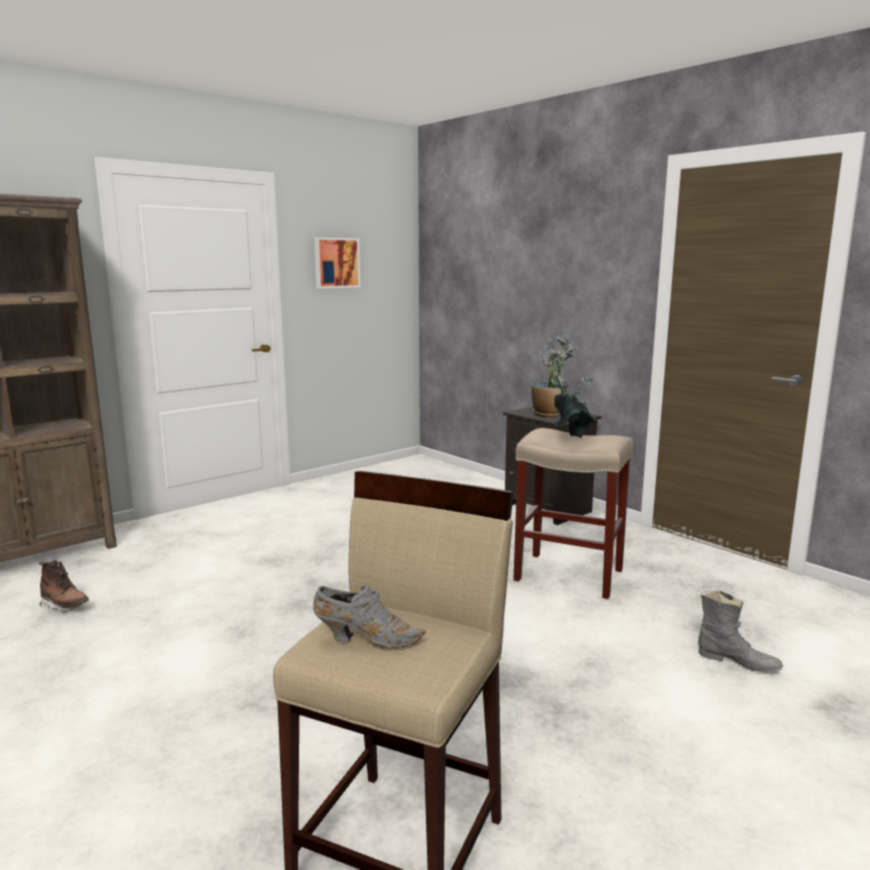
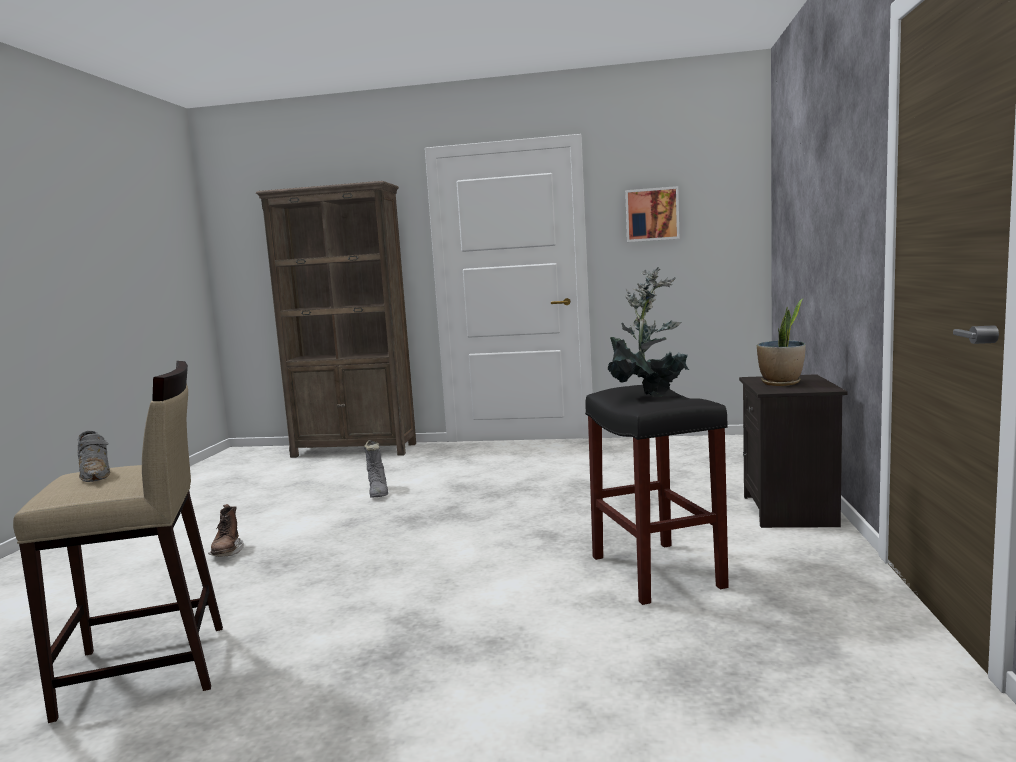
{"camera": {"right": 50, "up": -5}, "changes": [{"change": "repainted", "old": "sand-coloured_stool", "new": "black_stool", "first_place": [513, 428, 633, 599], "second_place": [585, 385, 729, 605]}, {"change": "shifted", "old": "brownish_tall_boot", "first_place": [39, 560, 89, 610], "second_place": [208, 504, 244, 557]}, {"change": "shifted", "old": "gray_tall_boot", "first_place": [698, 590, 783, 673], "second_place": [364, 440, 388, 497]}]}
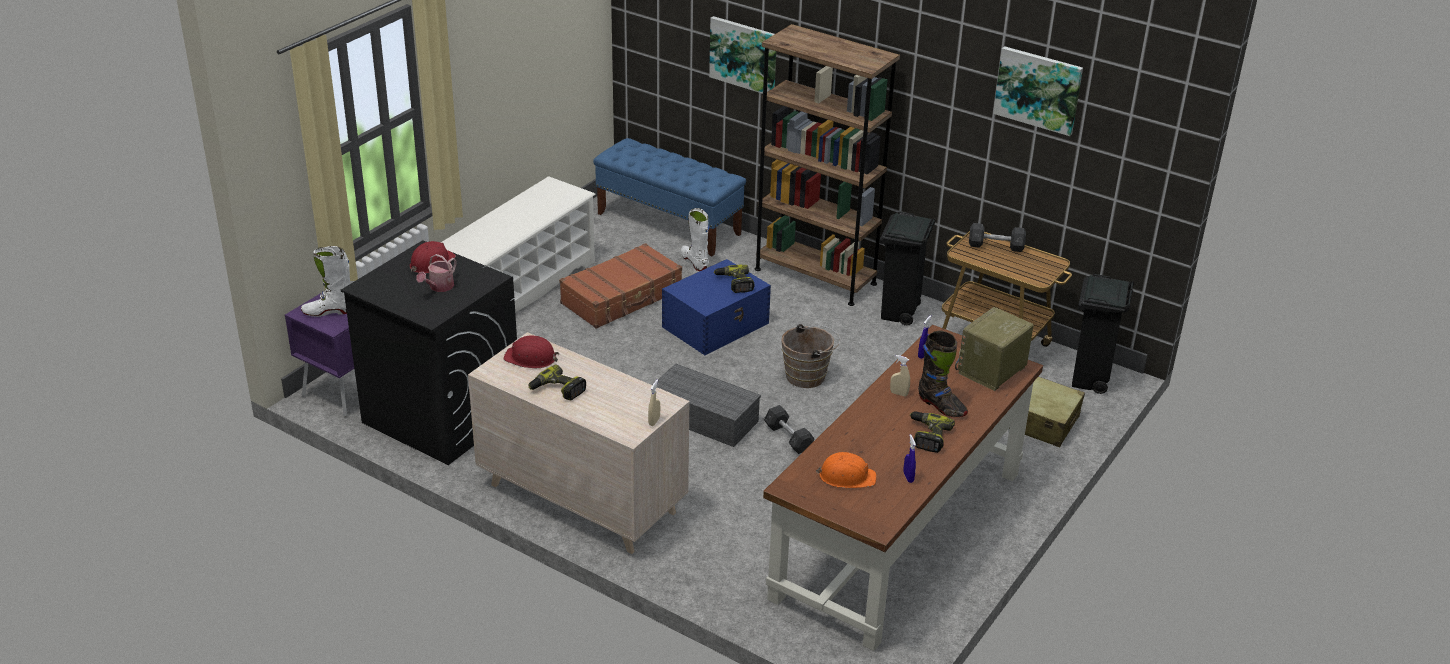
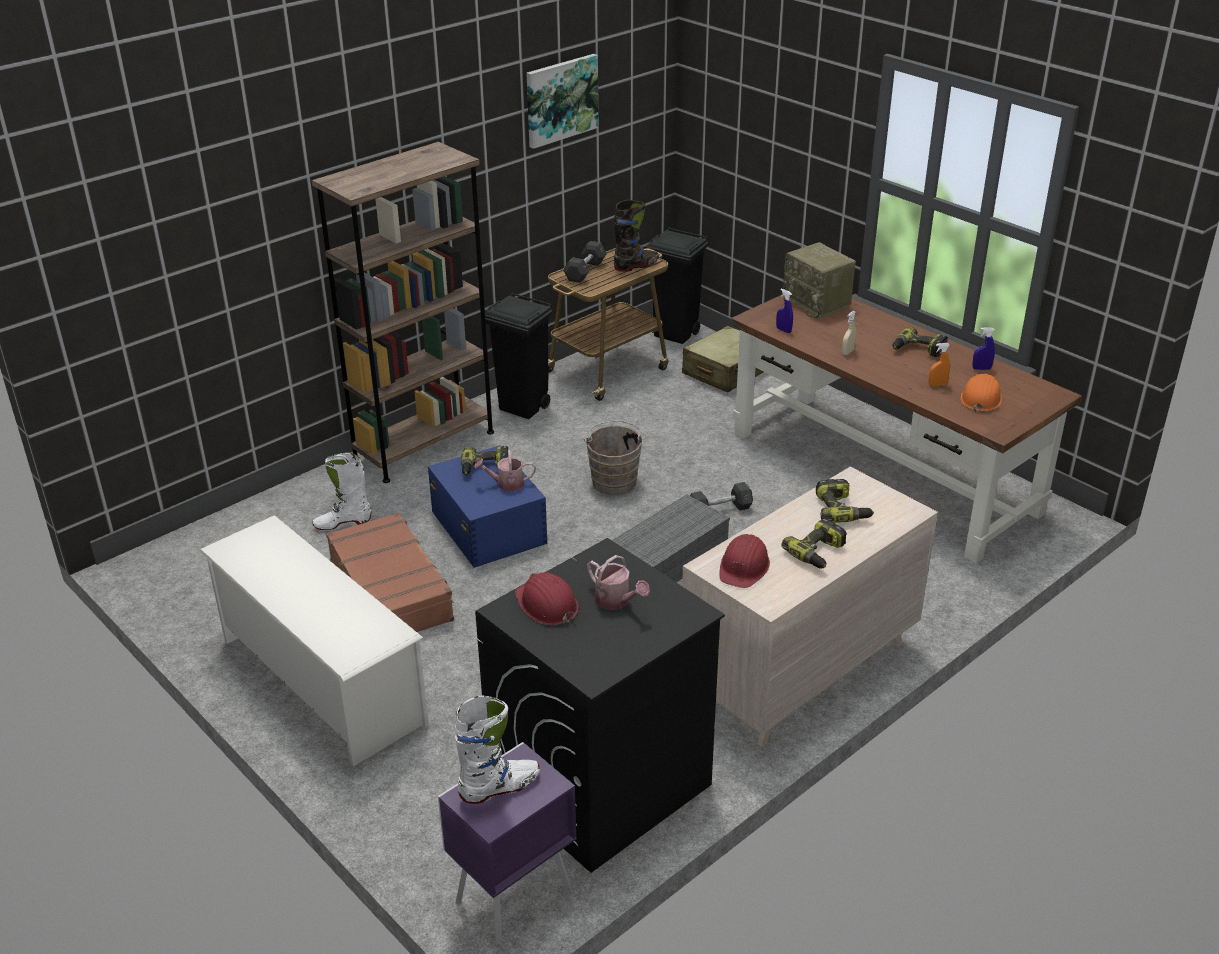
{"camera": {"right": -75, "up": 0}, "changes": [{"change": "gone", "old": "picture", "first_place": [709, 16, 776, 94]}, {"change": "gone", "old": "bluish_indoor_bench", "first_place": [593, 138, 746, 256]}, {"change": "rotated", "old": "white_tall_boot", "first_place": [301, 246, 350, 317], "second_place": [455, 696, 540, 804], "degrees": -120}, {"change": "shifted", "old": "black_tall_boot", "first_place": [918, 330, 968, 417], "second_place": [614, 200, 659, 272]}, {"change": "gone", "old": "sand-coloured_spray_bottle", "first_place": [648, 380, 660, 426]}, {"change": "new", "new": "orange_spray_bottle", "second_place": [929, 343, 950, 386]}, {"change": "new", "new": "watering_pot", "second_place": [474, 450, 536, 492]}, {"change": "new", "new": "drill", "second_place": [816, 479, 874, 523]}]}
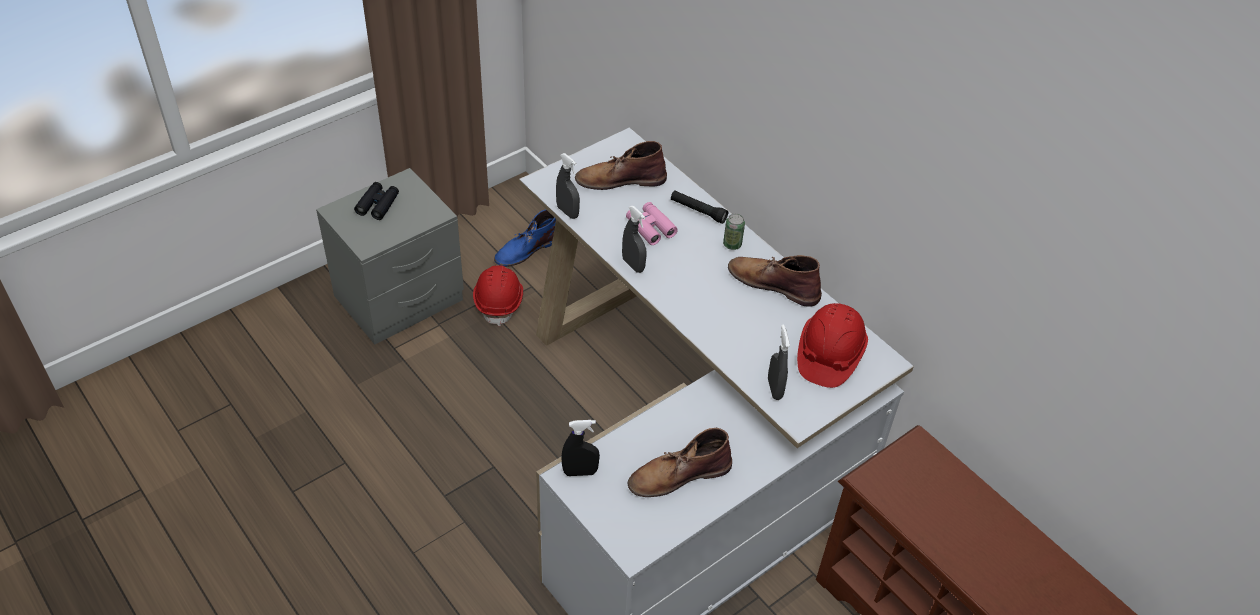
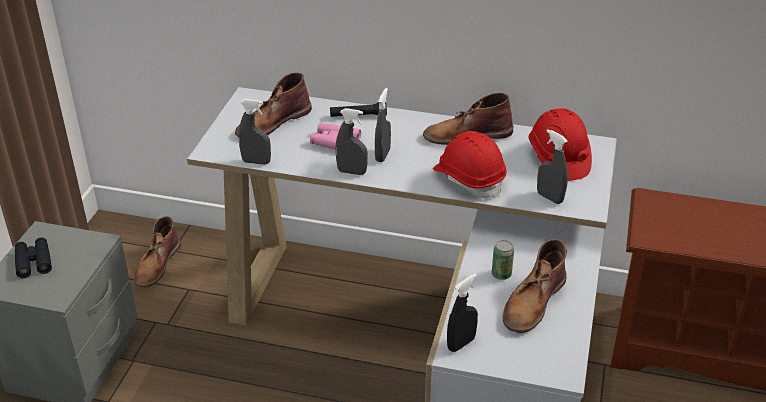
{"camera": {"right": -35, "up": -10}, "changes": [{"change": "repainted", "old": "bluish_tall_boot", "new": "brownish_tall_boot", "first_place": [494, 209, 556, 267], "second_place": [134, 216, 181, 287]}, {"change": "shifted", "old": "sealed_can", "first_place": [723, 214, 745, 250], "second_place": [492, 240, 514, 280]}, {"change": "shifted", "old": "red-coloured_hard_hat", "first_place": [473, 265, 523, 326], "second_place": [433, 131, 507, 198]}, {"change": "new", "new": "gray_spray_bottle", "second_place": [375, 88, 391, 162]}]}
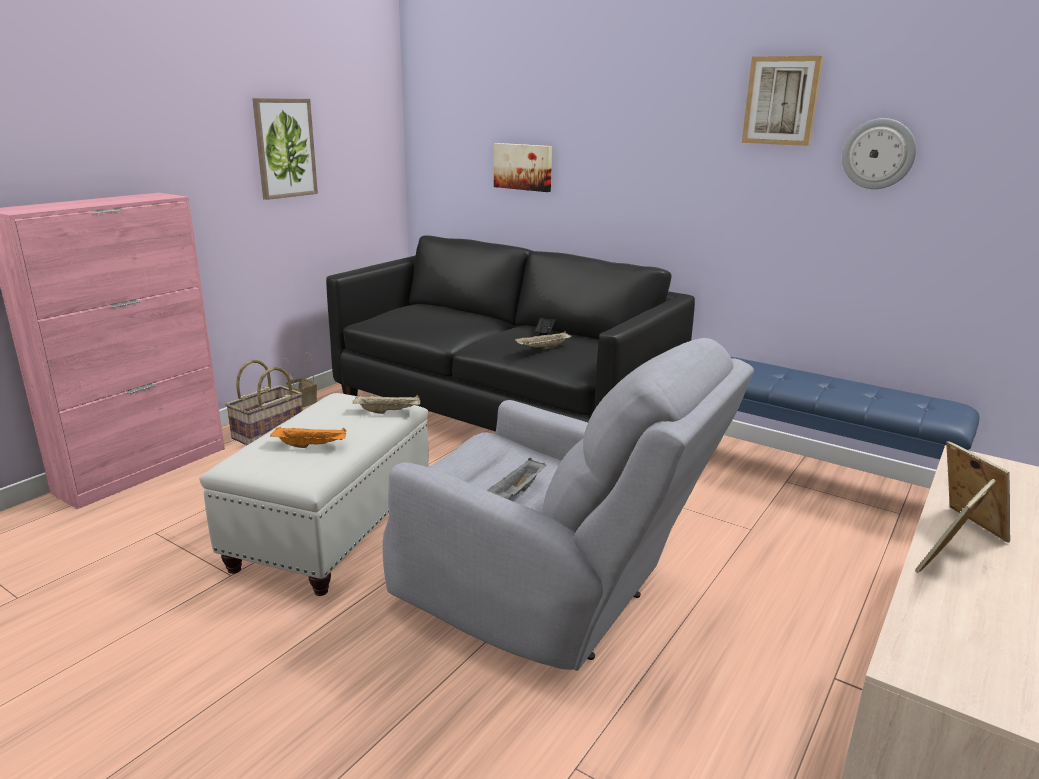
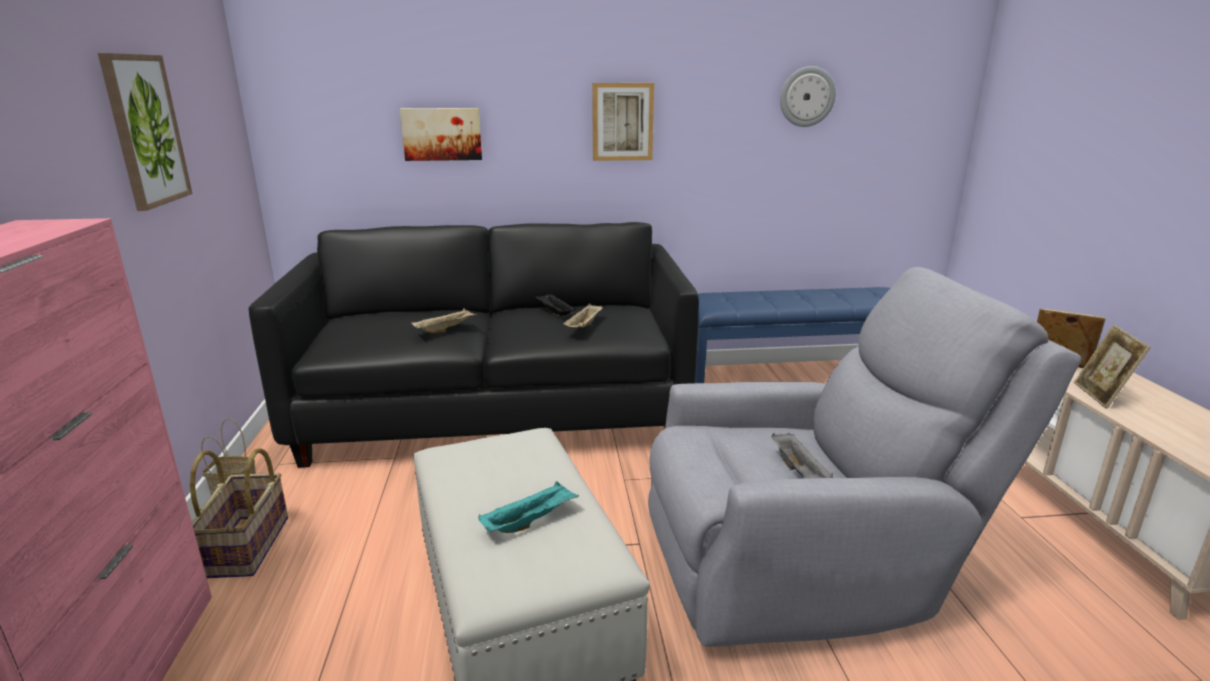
{"camera": {"right": -40, "up": 0}, "changes": [{"change": "shifted", "old": "picture", "first_place": [742, 56, 823, 146], "second_place": [592, 83, 654, 161]}, {"change": "shifted", "old": "sand-coloured_tray", "first_place": [353, 395, 420, 414], "second_place": [411, 308, 477, 333]}, {"change": "repainted", "old": "orange_tray", "new": "blue-green_tray", "first_place": [270, 426, 346, 448], "second_place": [478, 481, 579, 533]}]}
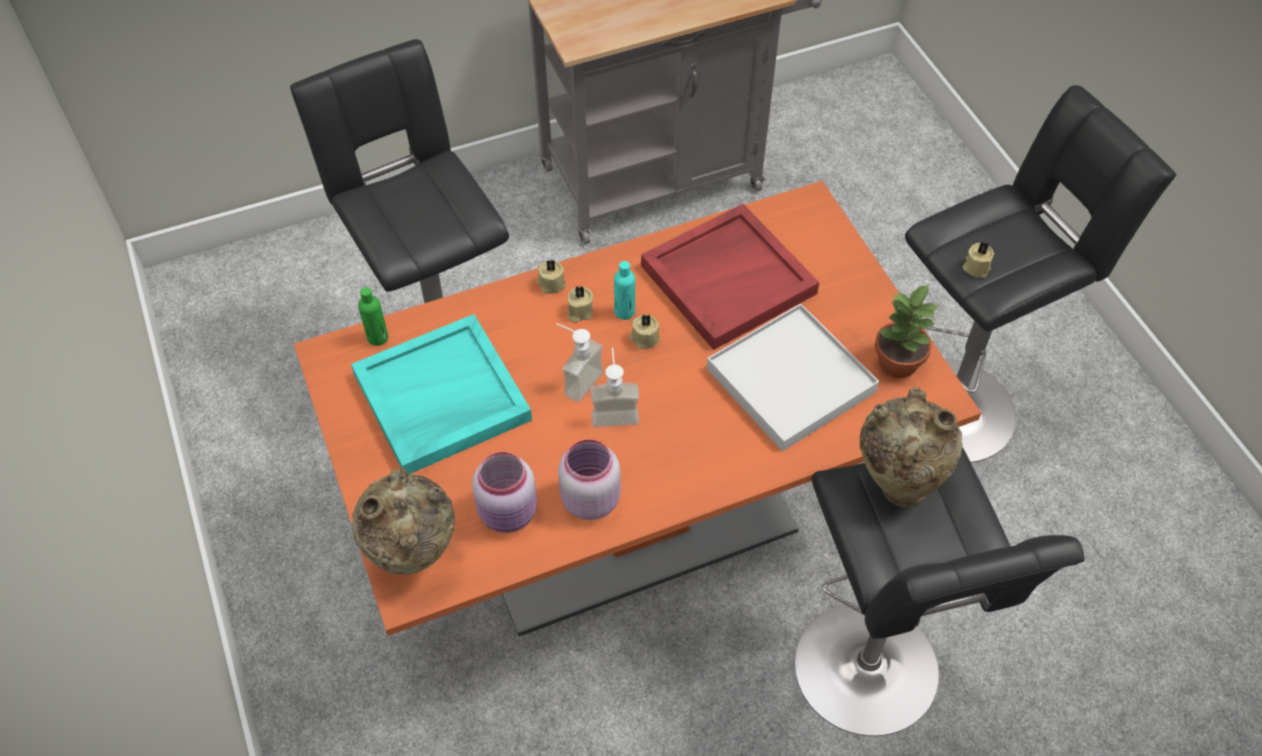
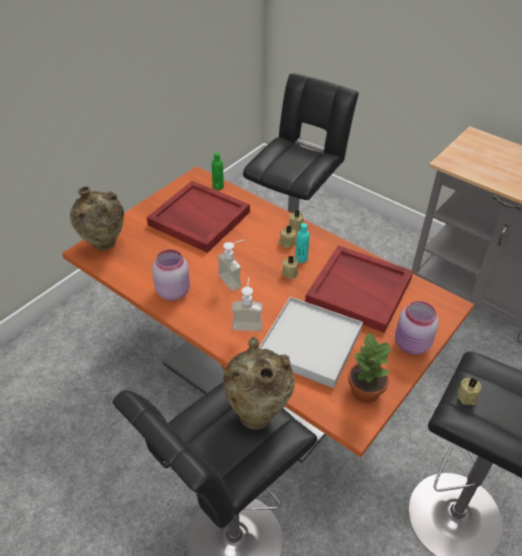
{"camera": {"right": 60, "up": -10}, "changes": [{"change": "repainted", "old": "blue-green_tray", "new": "red-coloured_tray", "first_place": [351, 314, 532, 474], "second_place": [147, 181, 250, 253]}, {"change": "shifted", "old": "soap_bottle", "first_place": [556, 323, 603, 402], "second_place": [232, 277, 263, 332]}, {"change": "shifted", "old": "pink-coloured_jar", "first_place": [472, 452, 537, 533], "second_place": [395, 301, 439, 355]}]}
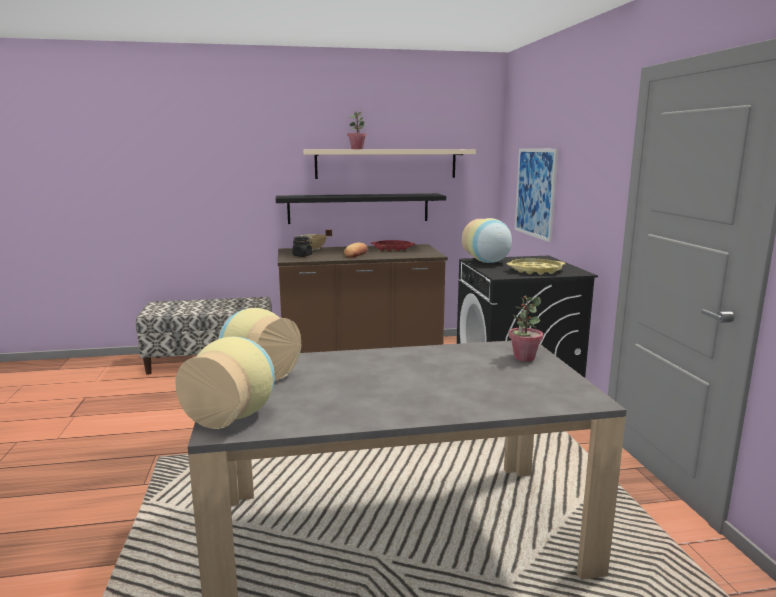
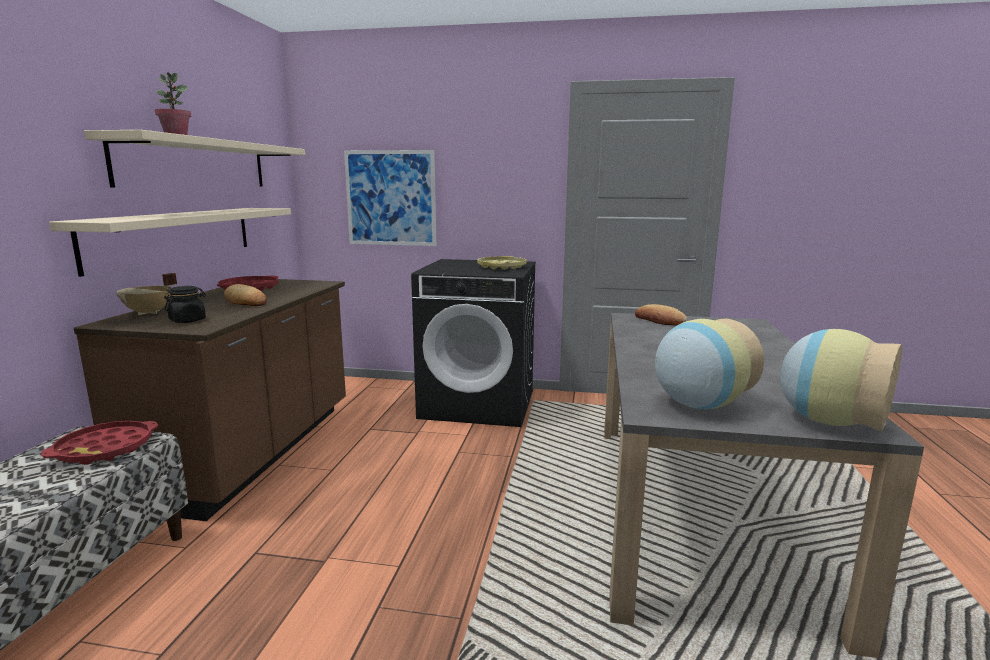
{"camera": {"right": -70, "up": 0}, "changes": [{"change": "repainted", "old": "black_shelf", "new": "sand-coloured_shelf", "first_place": [276, 193, 446, 224], "second_place": [49, 208, 291, 277]}, {"change": "gone", "old": "vase", "first_place": [462, 218, 512, 263]}, {"change": "swapped", "old": "houseplant", "new": "bread", "first_place": [509, 295, 543, 362], "second_place": [635, 304, 687, 326]}, {"change": "new", "new": "red-coloured_tray", "second_place": [41, 421, 158, 465]}]}
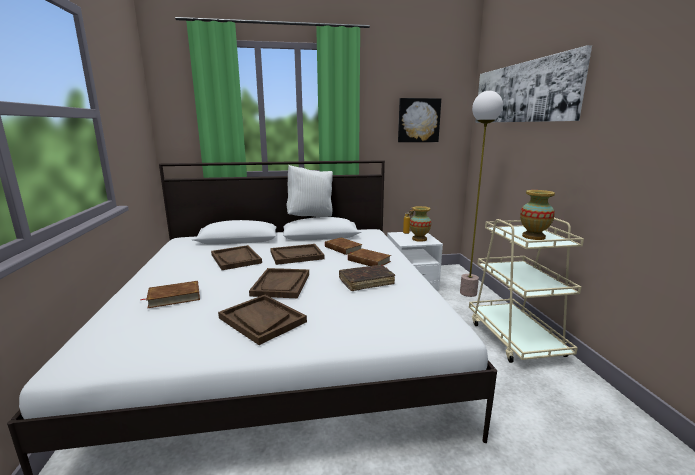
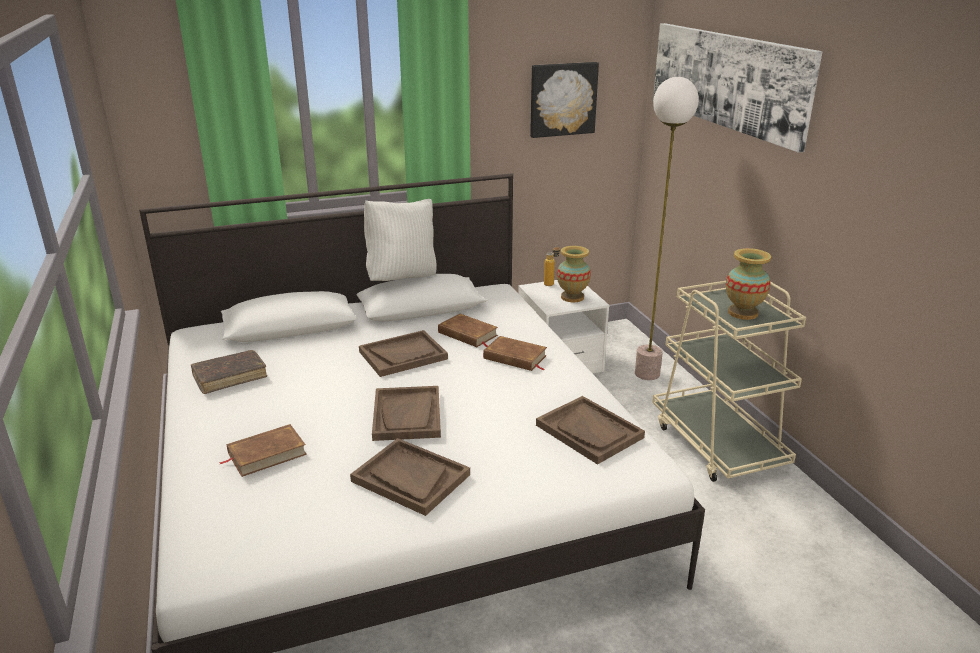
{"camera": {"right": -10, "up": 10}, "changes": [{"change": "shifted", "old": "brownish_tray", "first_place": [211, 245, 262, 270], "second_place": [536, 396, 645, 465]}, {"change": "shifted", "old": "brownish_bound_book", "first_place": [339, 265, 395, 291], "second_place": [190, 350, 267, 394]}]}
